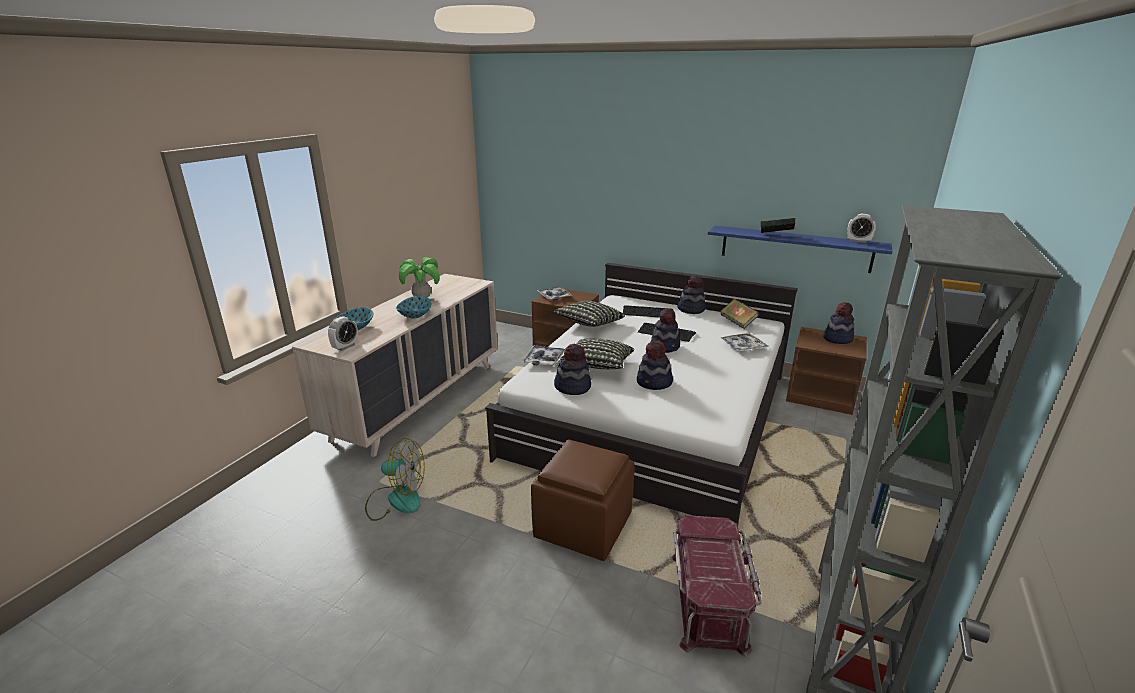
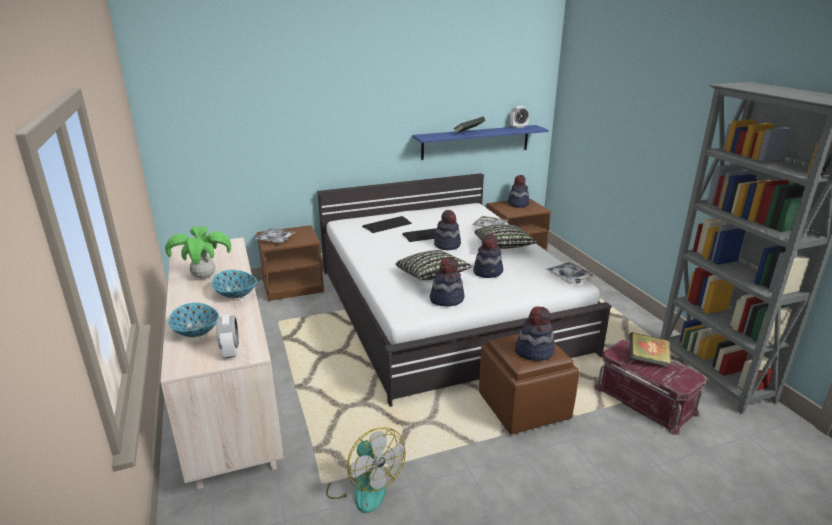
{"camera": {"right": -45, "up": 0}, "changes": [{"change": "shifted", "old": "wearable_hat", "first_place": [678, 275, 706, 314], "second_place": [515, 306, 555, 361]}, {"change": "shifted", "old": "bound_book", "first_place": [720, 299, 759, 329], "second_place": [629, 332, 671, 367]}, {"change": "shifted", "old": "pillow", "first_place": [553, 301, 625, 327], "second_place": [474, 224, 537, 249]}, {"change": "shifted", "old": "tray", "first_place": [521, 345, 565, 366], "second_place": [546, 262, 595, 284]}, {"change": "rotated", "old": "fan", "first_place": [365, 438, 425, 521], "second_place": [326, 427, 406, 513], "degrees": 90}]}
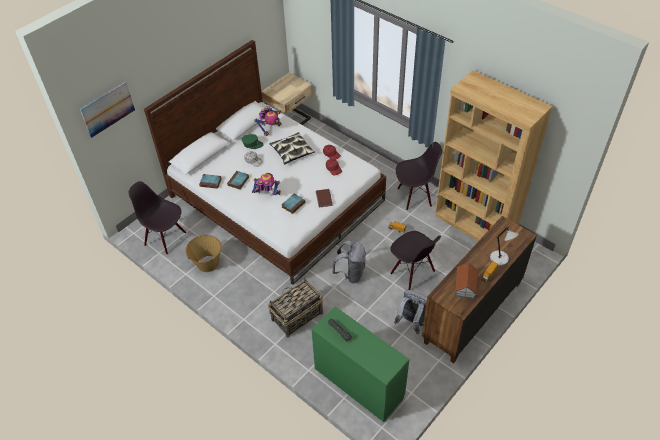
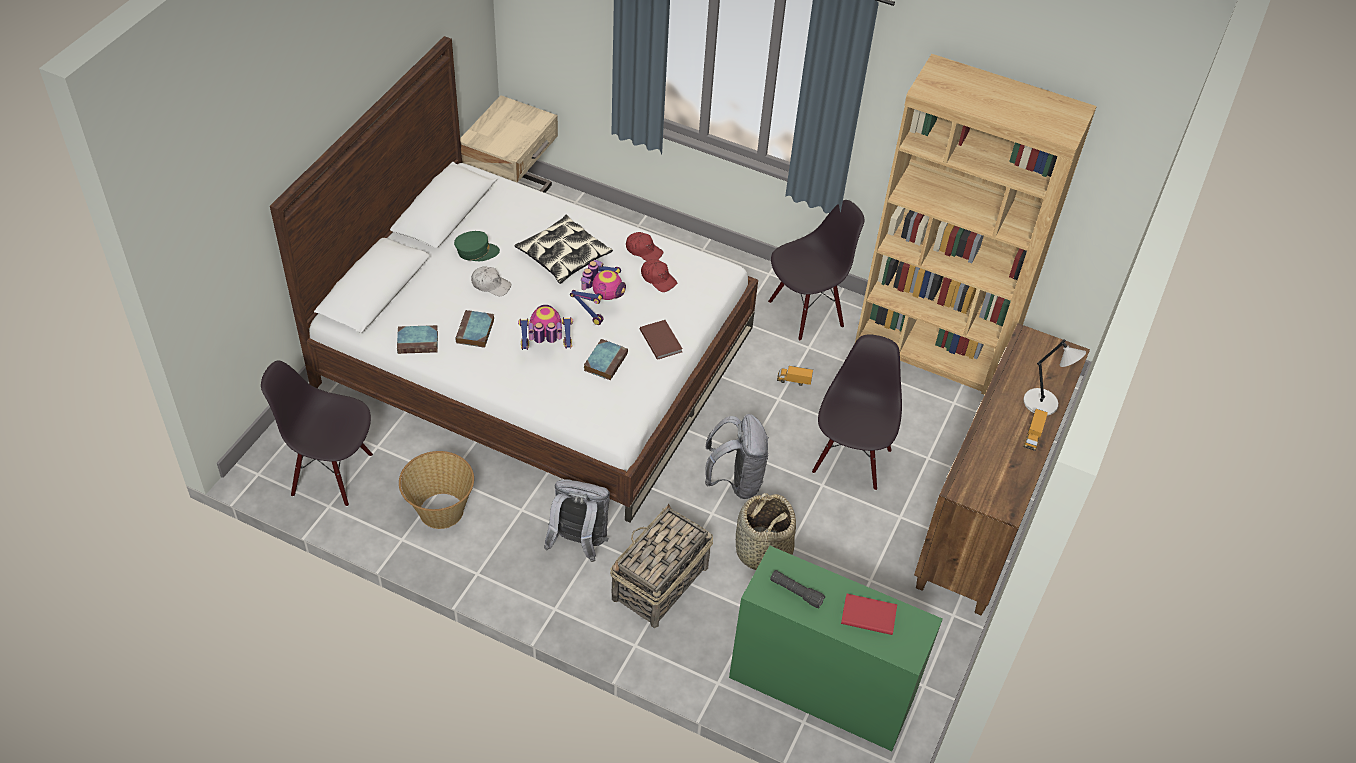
{"camera": {"right": -20, "up": 0}, "changes": [{"change": "gone", "old": "picture", "first_place": [80, 81, 135, 138]}, {"change": "shifted", "old": "robot_figure", "first_place": [254, 106, 281, 136], "second_place": [570, 260, 626, 325]}, {"change": "rotated", "old": "black_upright_chair", "first_place": [390, 231, 441, 290], "second_place": [812, 334, 902, 490], "degrees": -105}, {"change": "gone", "old": "miniature_house", "first_place": [455, 262, 478, 299]}, {"change": "shifted", "old": "gray_rucksack", "first_place": [394, 290, 427, 334], "second_place": [544, 479, 610, 562]}, {"change": "new", "new": "storage_basket", "second_place": [736, 493, 796, 570]}, {"change": "new", "new": "red-coloured_bound_book", "second_place": [841, 594, 897, 635]}]}
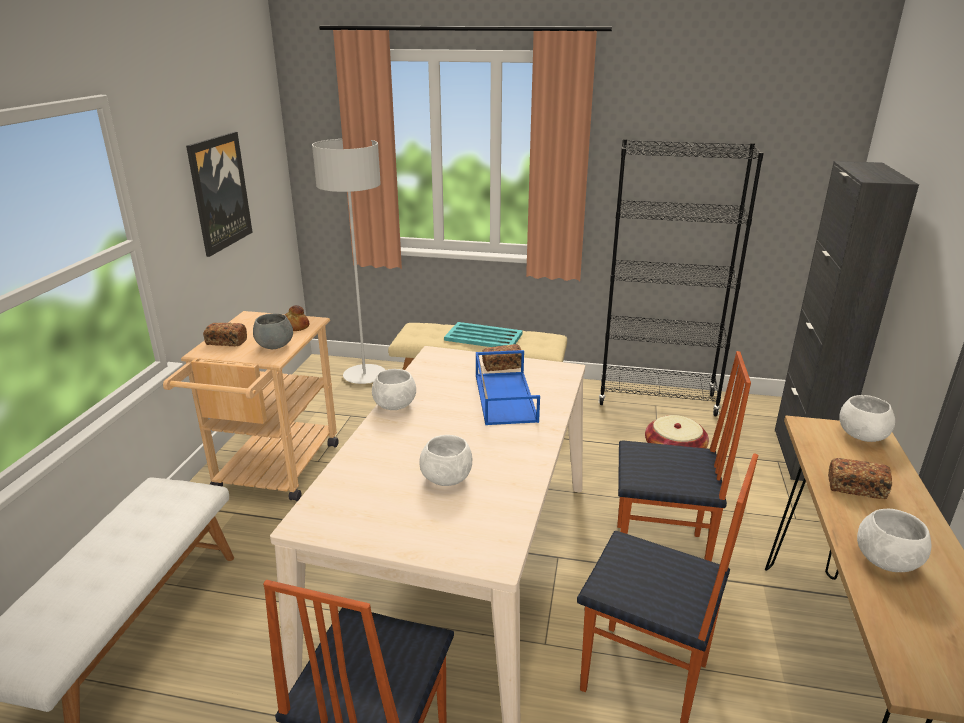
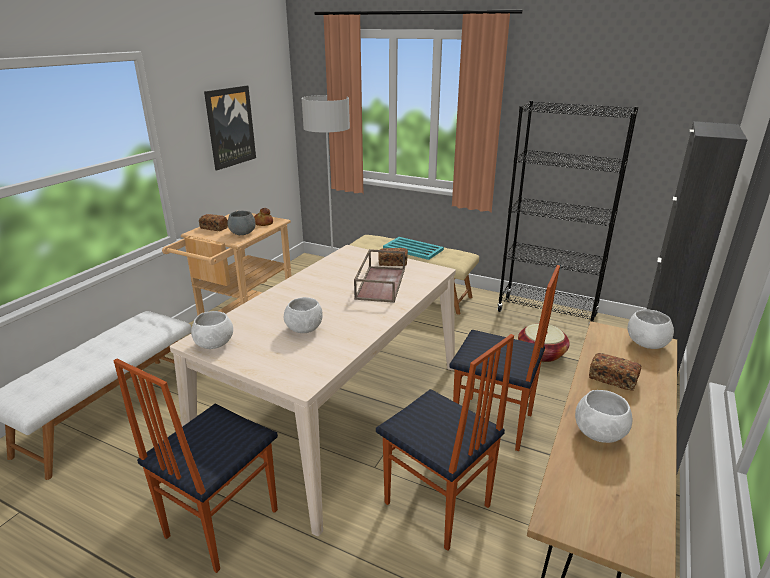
{"camera": {"right": 15, "up": 0}, "changes": [{"change": "repainted", "old": "bluish_tray", "new": "brownish_tray", "first_place": [476, 350, 540, 425], "second_place": [354, 249, 405, 303]}, {"change": "shifted", "old": "white_serving_bowl", "first_place": [372, 369, 416, 410], "second_place": [191, 311, 233, 349]}]}
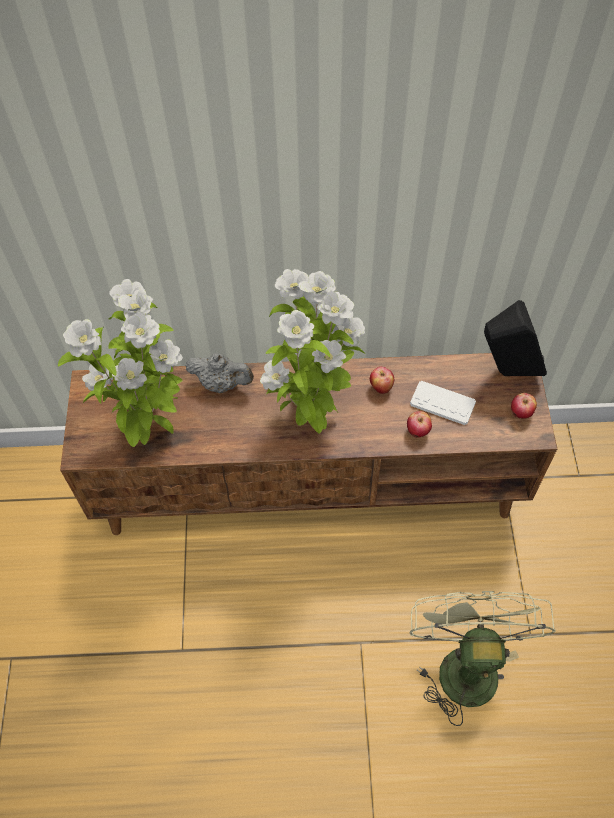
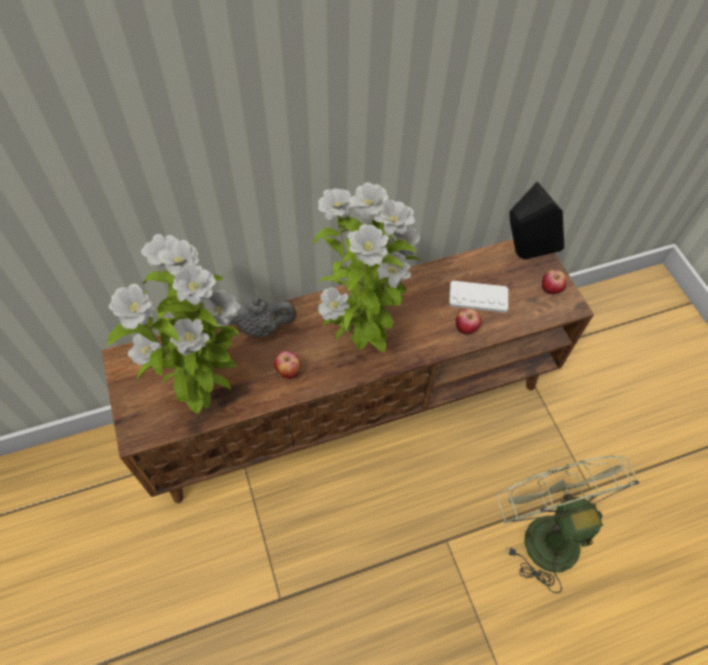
{"camera": {"right": -20, "up": 0}, "changes": [{"change": "shifted", "old": "apple", "first_place": [370, 367, 394, 394], "second_place": [274, 351, 301, 379]}]}
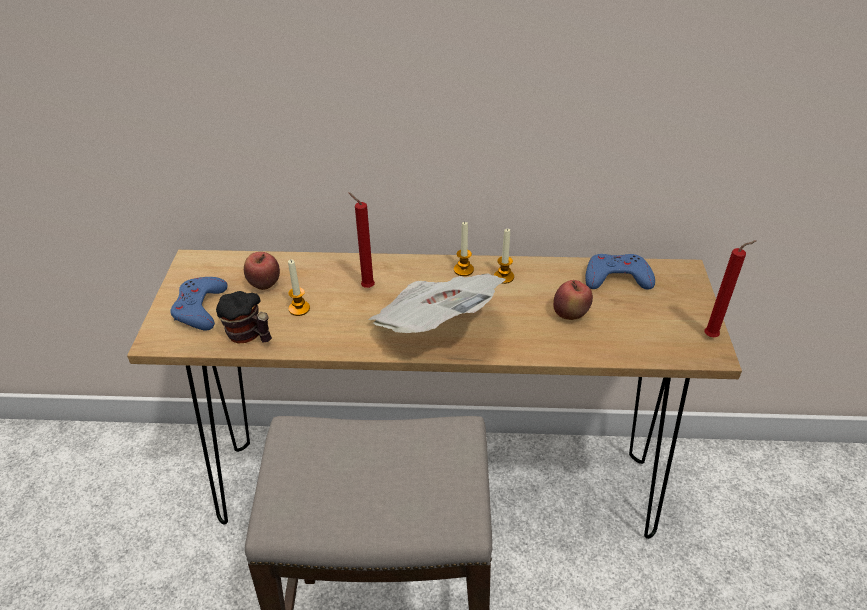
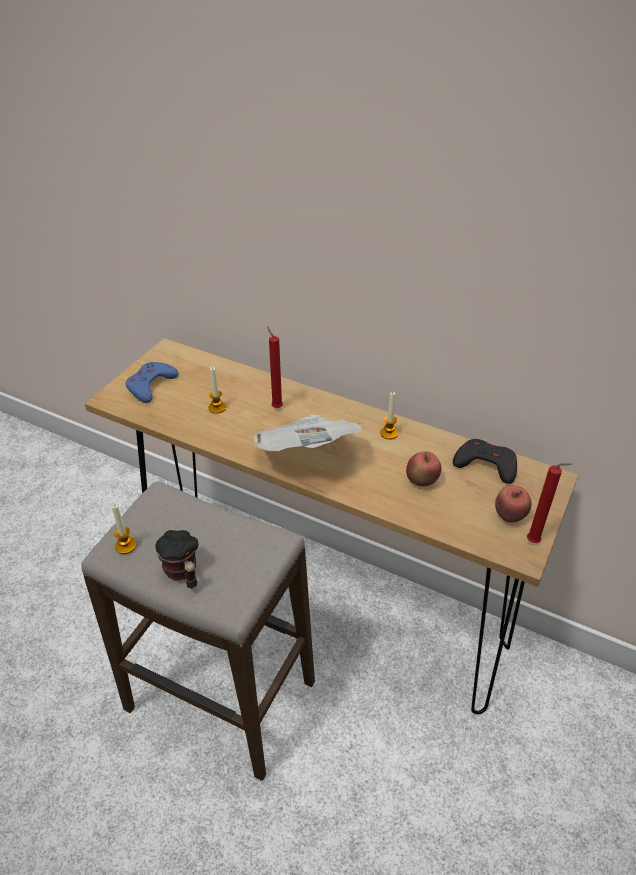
{"camera": {"right": 25, "up": 0}, "changes": [{"change": "shifted", "old": "candle", "first_place": [454, 222, 474, 276], "second_place": [112, 504, 136, 554]}, {"change": "shifted", "old": "apple", "first_place": [244, 252, 280, 290], "second_place": [495, 485, 532, 523]}, {"change": "repainted", "old": "bluish_gamepad", "new": "black_gamepad", "first_place": [585, 254, 655, 289], "second_place": [453, 439, 517, 484]}, {"change": "shifted", "old": "tea_mug", "first_place": [216, 291, 272, 344], "second_place": [155, 530, 198, 589]}]}
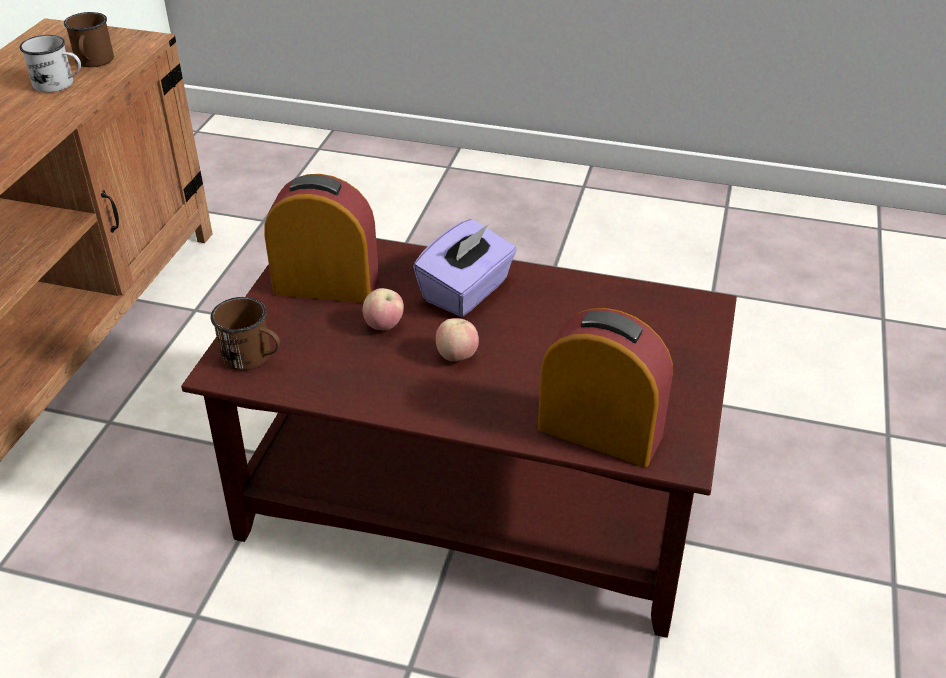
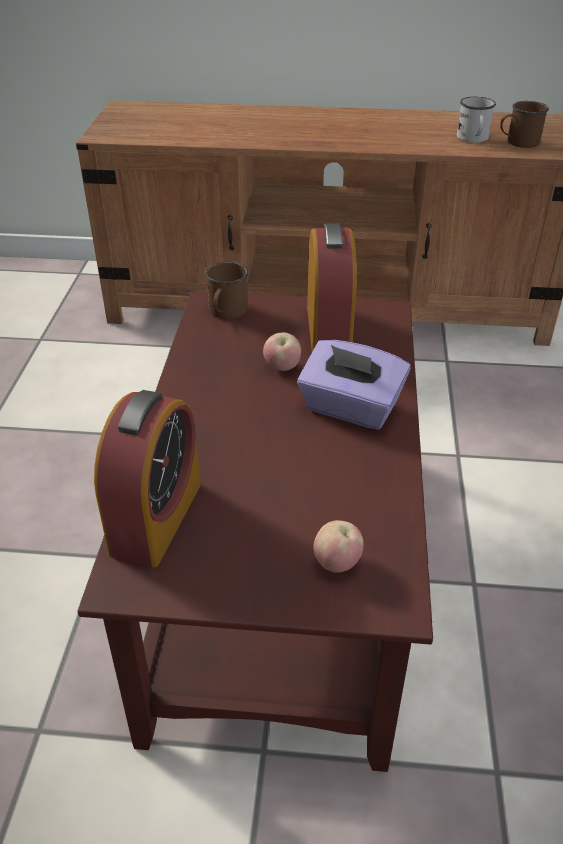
{"camera": {"right": 80, "up": 0}, "changes": [{"change": "shifted", "old": "apple", "first_place": [436, 318, 479, 361], "second_place": [313, 520, 364, 573]}]}
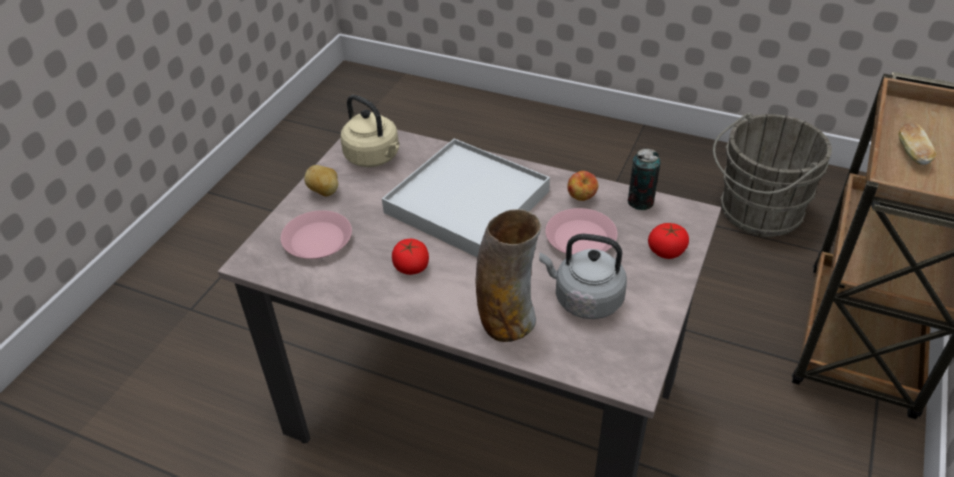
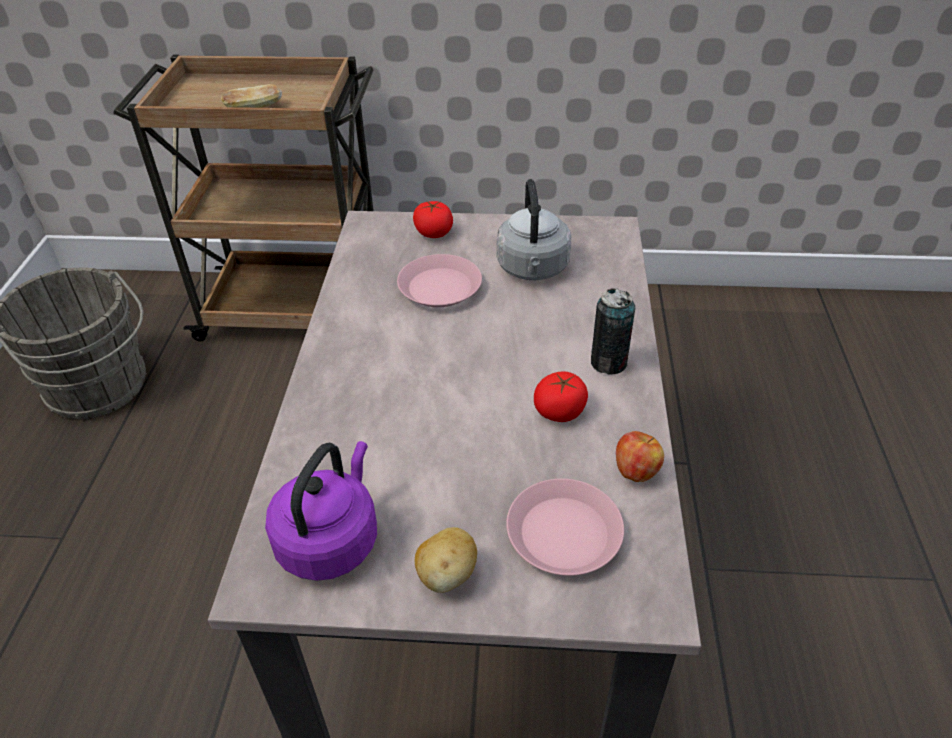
{"camera": {"right": -110, "up": 0}, "changes": [{"change": "repainted", "old": "sand-coloured_tea_kettle", "new": "purple_tea_kettle", "first_place": [341, 95, 400, 167], "second_place": [265, 441, 377, 581]}, {"change": "gone", "old": "white_tray", "first_place": [382, 139, 550, 257]}, {"change": "shifted", "old": "sealed_can", "first_place": [628, 149, 661, 210], "second_place": [591, 288, 635, 375]}, {"change": "shifted", "old": "apple", "first_place": [568, 171, 598, 201], "second_place": [616, 431, 664, 482]}, {"change": "gone", "old": "vase", "first_place": [475, 209, 542, 342]}]}
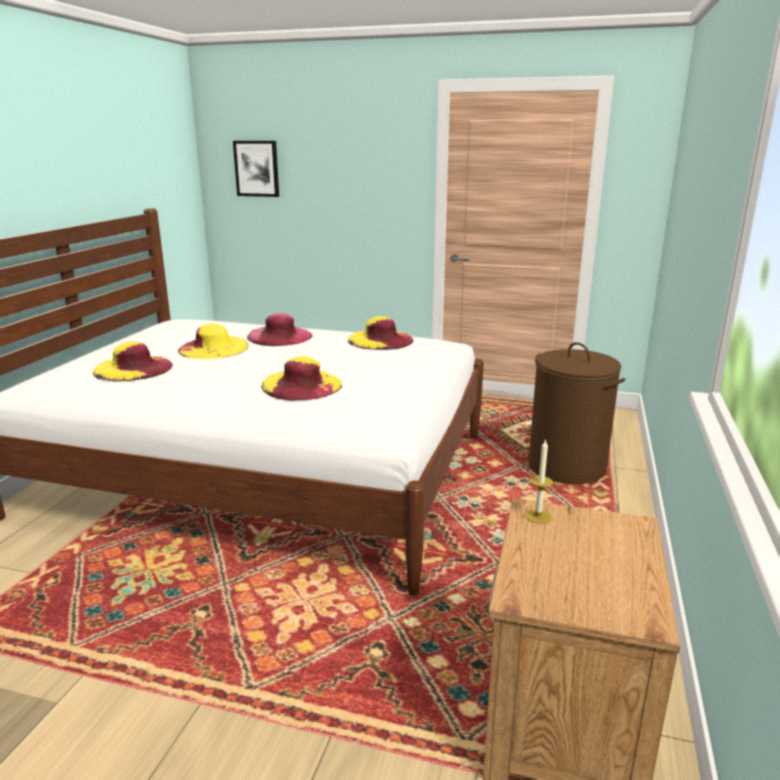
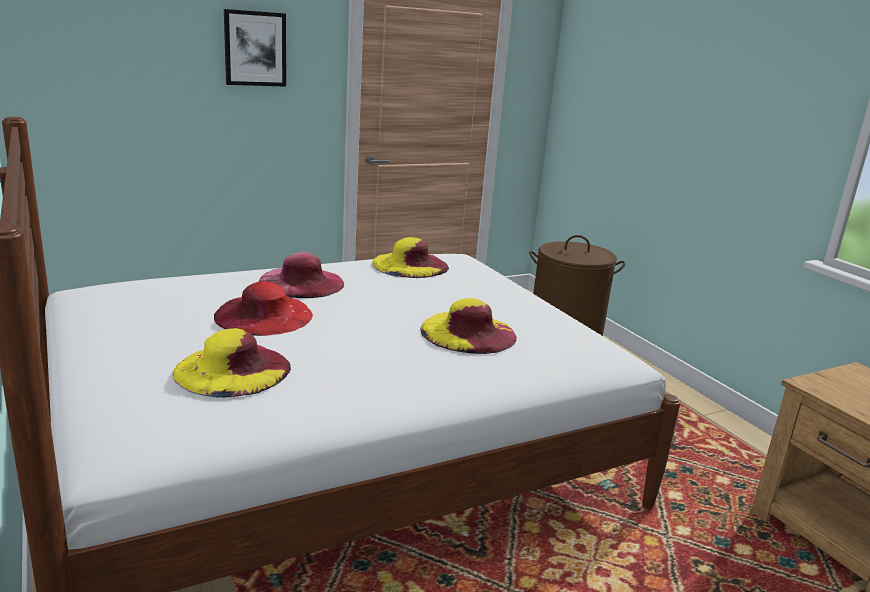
{"camera": {"right": -45, "up": 0}, "changes": [{"change": "shifted", "old": "picture", "first_place": [233, 141, 279, 197], "second_place": [224, 9, 286, 87]}, {"change": "repainted", "old": "yellow_wearable_hat", "new": "red-coloured_wearable_hat", "first_place": [178, 323, 249, 359], "second_place": [214, 281, 313, 336]}, {"change": "gone", "old": "candle", "first_place": [525, 439, 553, 524]}]}
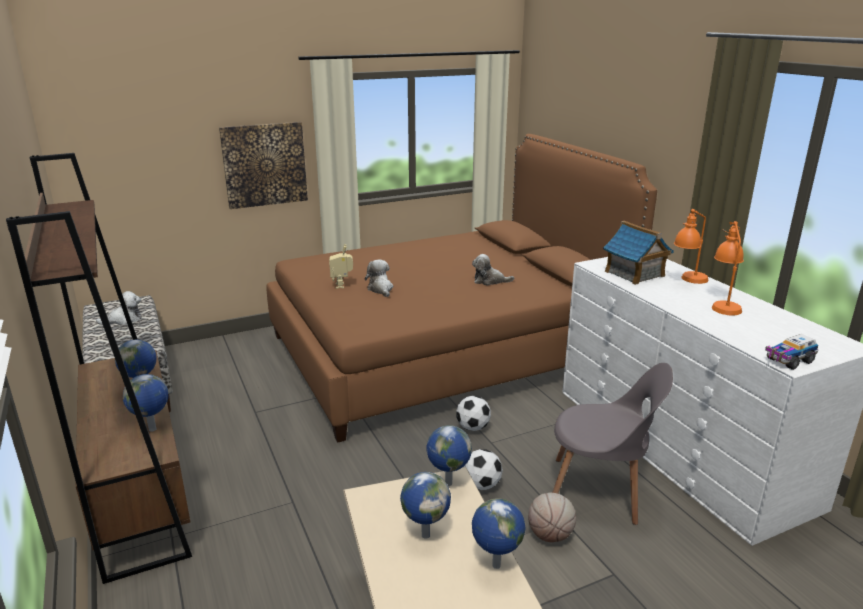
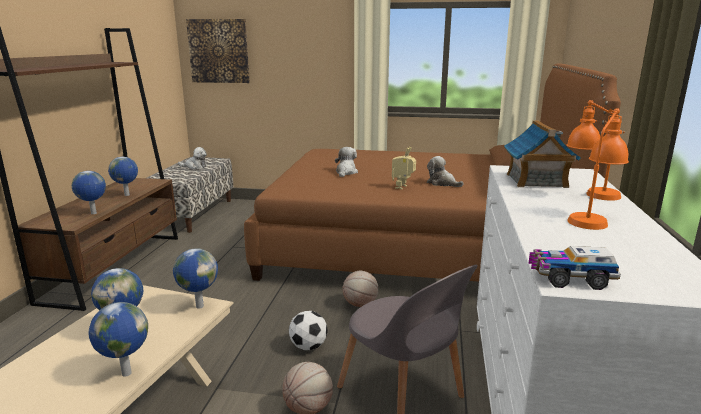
{"camera": {"right": 35, "up": -5}, "changes": [{"change": "shifted", "old": "picture", "first_place": [219, 122, 308, 209], "second_place": [186, 19, 250, 83]}, {"change": "shifted", "old": "robot_figure", "first_place": [329, 244, 353, 289], "second_place": [392, 147, 416, 189]}, {"change": "swapped", "old": "ball_for_football", "new": "ball_for_basketball", "first_place": [456, 396, 491, 431], "second_place": [343, 271, 378, 307]}]}
